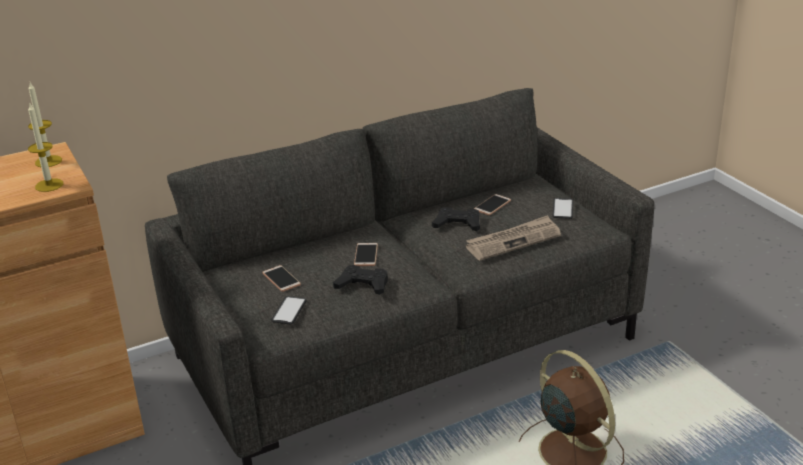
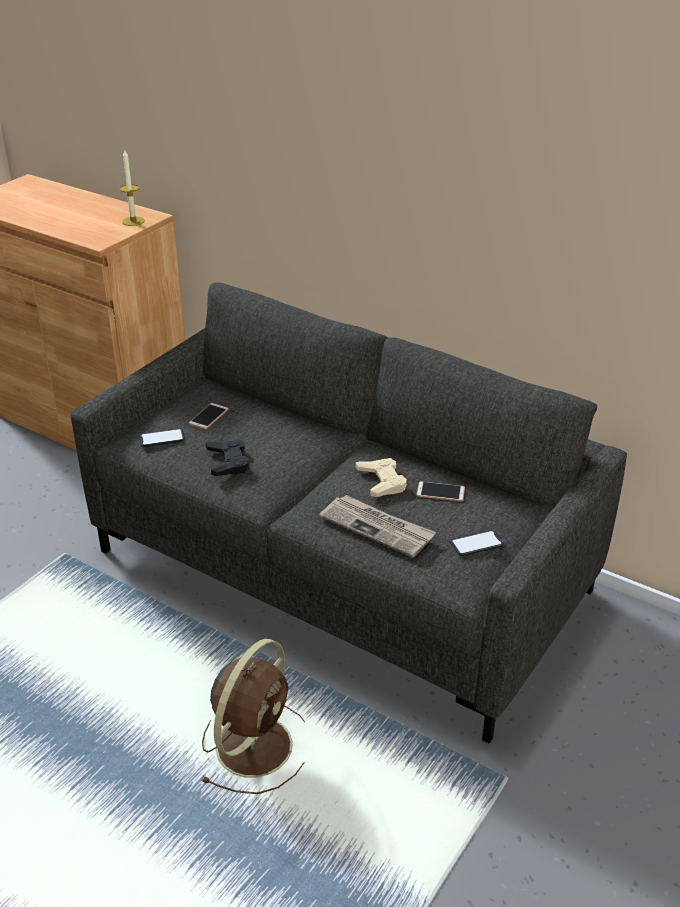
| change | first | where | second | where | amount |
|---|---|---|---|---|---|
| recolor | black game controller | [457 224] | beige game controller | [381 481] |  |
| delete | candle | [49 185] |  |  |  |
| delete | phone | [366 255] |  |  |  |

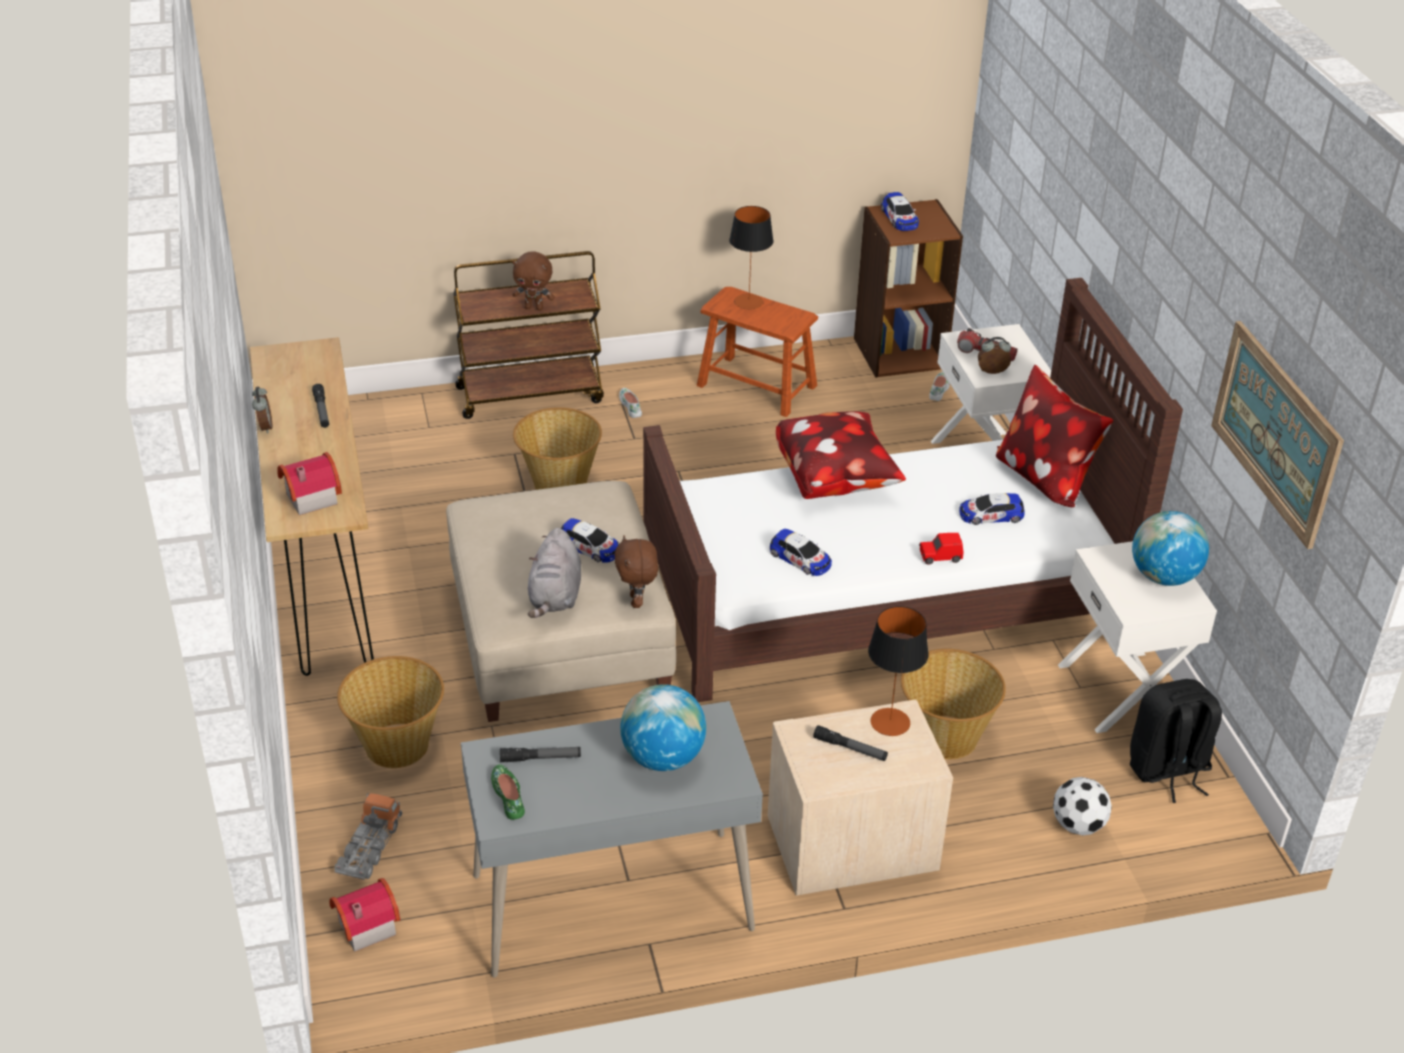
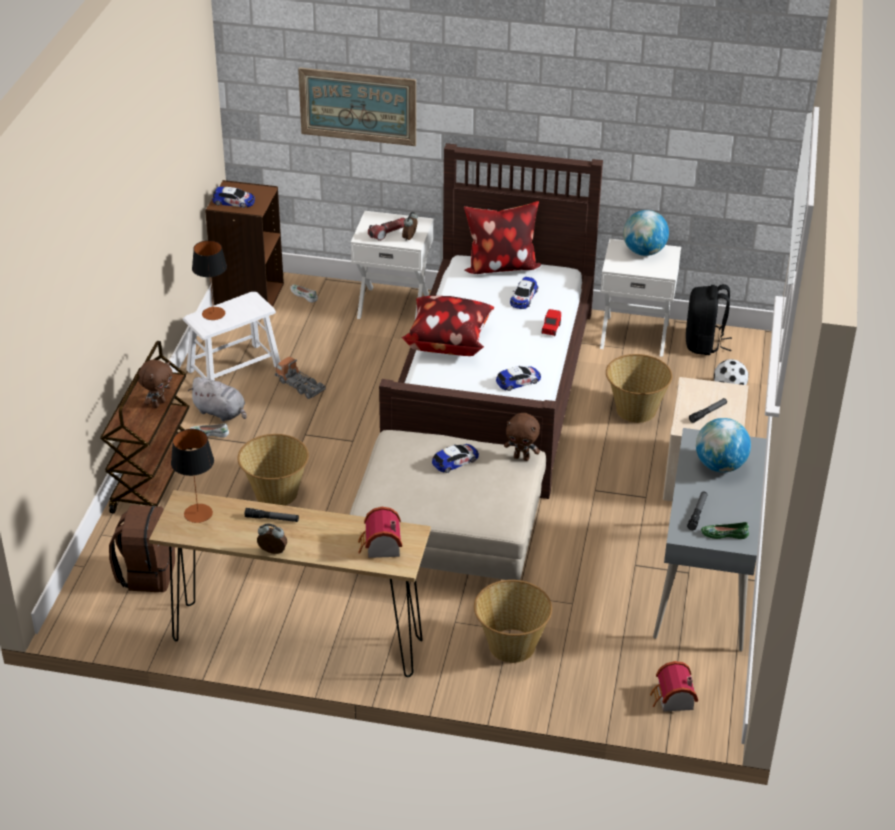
| change | first | where | second | where | amount |
|---|---|---|---|---|---|
| insert |  |  | brown backpack | [146 573] |  |
| move | table lamp | [890 722] |  | [198 513] |  |
| recolor | brown stool | [756 385] | white stool | [234 369] |  |
| move | grey plush toy | [555 596] |  | [221 413] |  |
| move | toy truck | [369 847] |  | [300 386] |  |
| move | picture | [1275 432] |  | [358 106] |  |

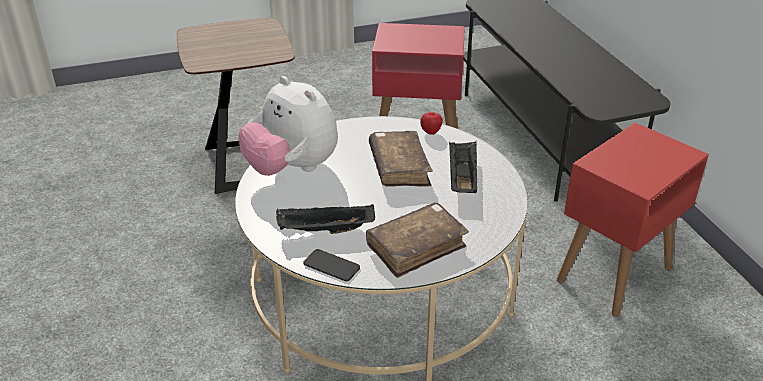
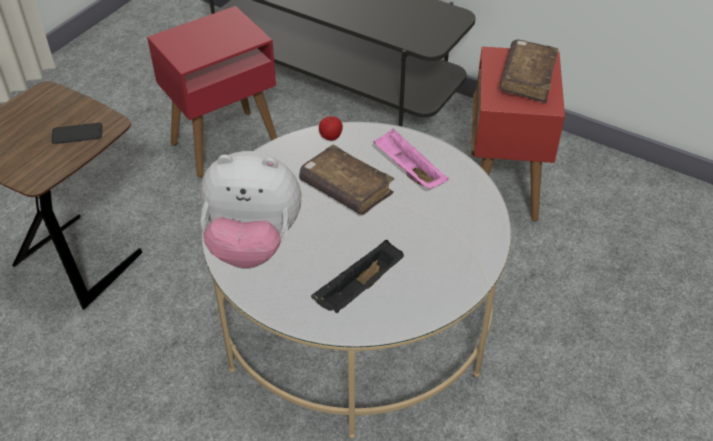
| change | first | where | second | where | amount |
|---|---|---|---|---|---|
| move | phone | [331 265] |  | [77 134] |  |
| recolor | black tray | [462 178] | pink tray | [407 170] |  |
| move | brown book | [416 247] |  | [527 78] |  |

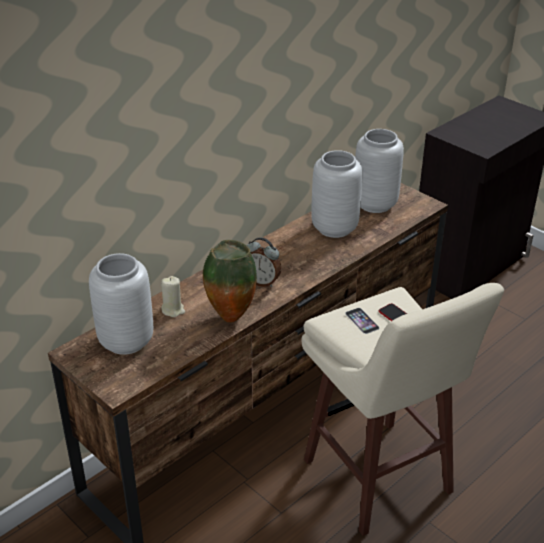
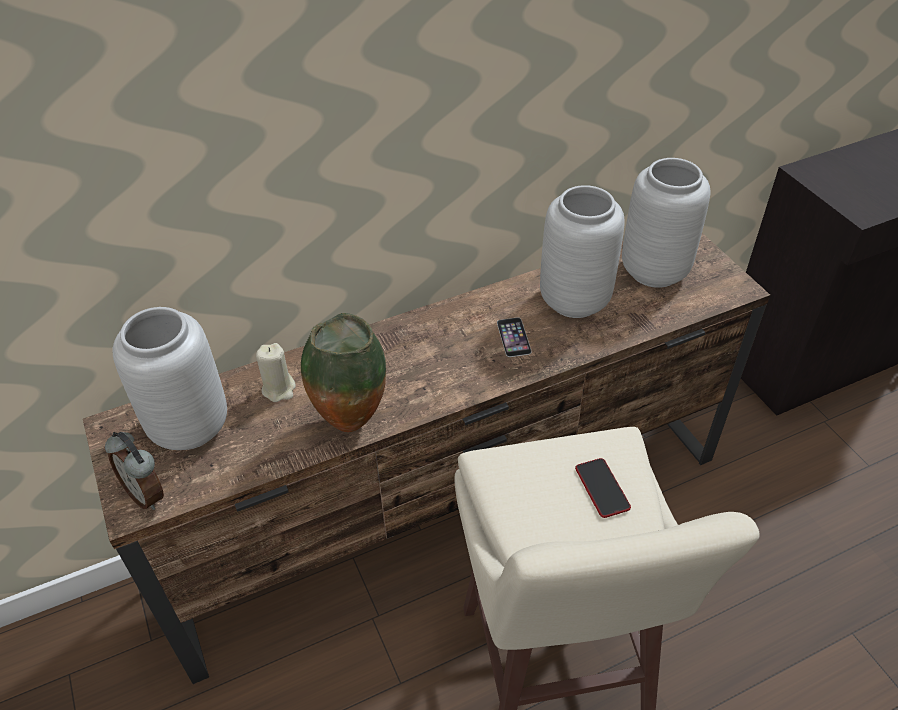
| change | first | where | second | where | amount |
|---|---|---|---|---|---|
| move | alarm clock | [262 282] |  | [147 493] |  |
| move | phone | [362 320] |  | [513 337] |  |

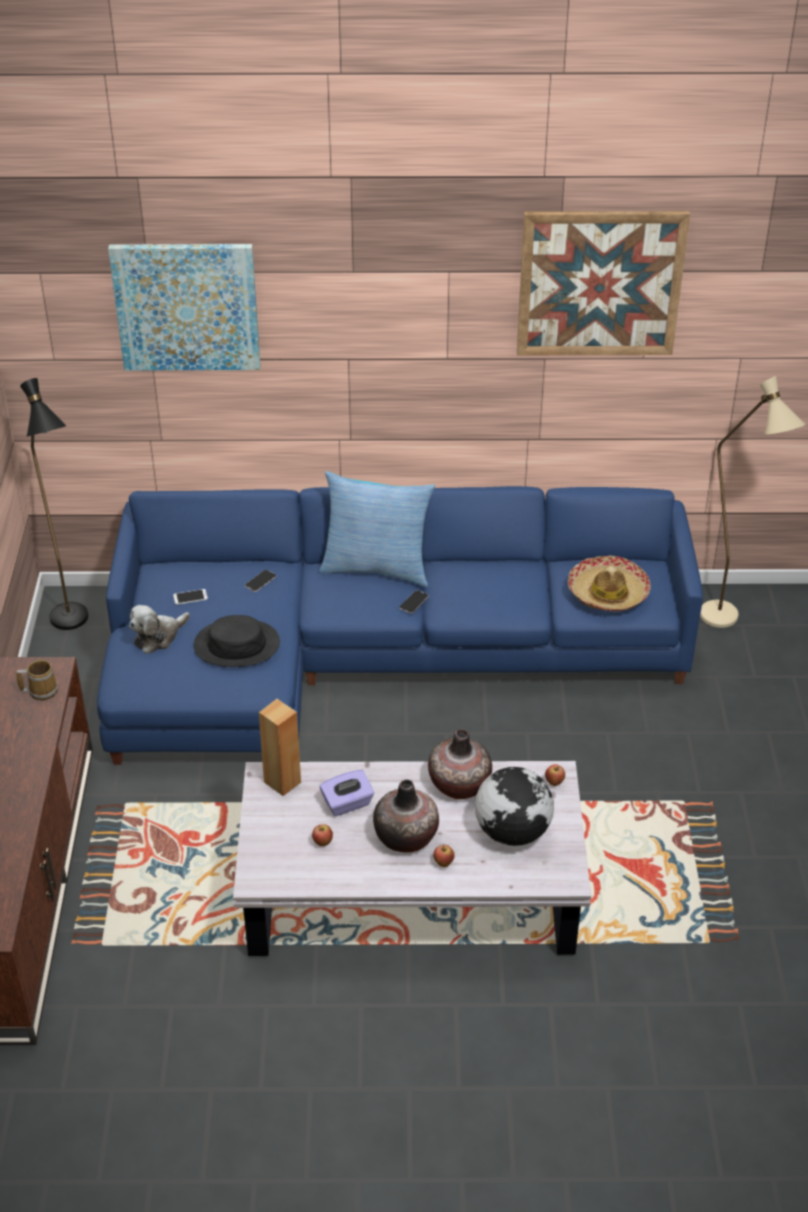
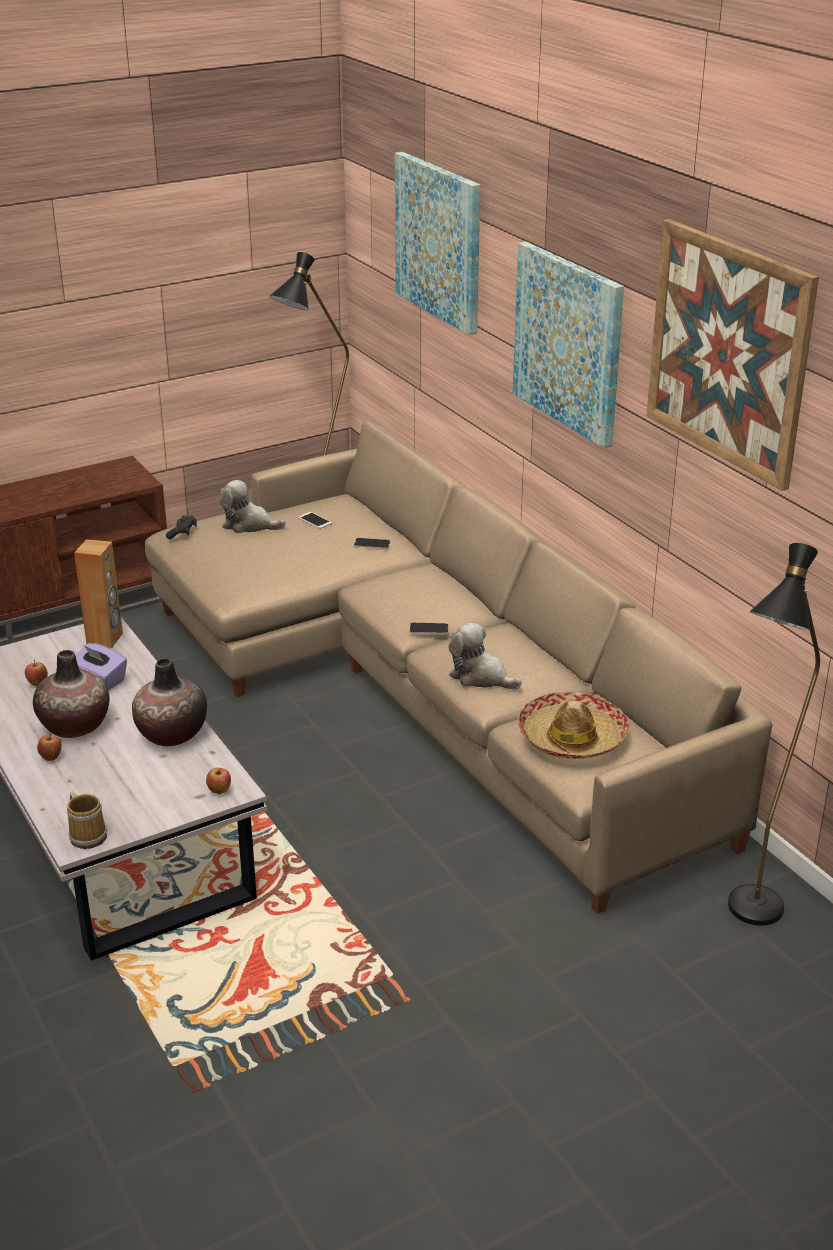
| change | first | where | second | where | amount |
|---|---|---|---|---|---|
| move | mug | [41 690] |  | [88 835] |  |
| recolor | blue sofa | [370 655] | beige sofa | [427 689] |  |
| insert |  |  | black game controller | [182 533] |  |
| insert |  |  | plush toy | [480 677] |  |
| insert |  |  | picture | [568 342] |  |
| recolor | beige floor lamp | [728 623] | black floor lamp | [748 919] |  |
| delete | black hat | [237 645] |  |  |  |
| delete | pillow | [377 568] |  |  |  |
| delete | globe | [512 831] |  |  |  |

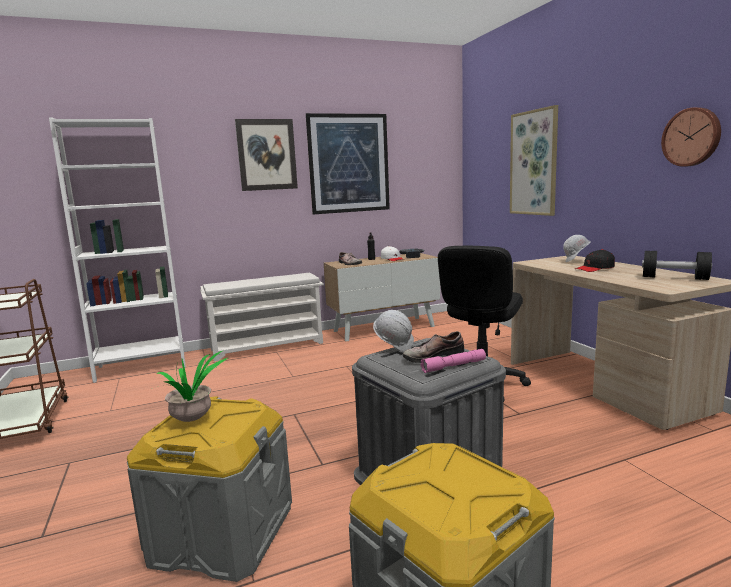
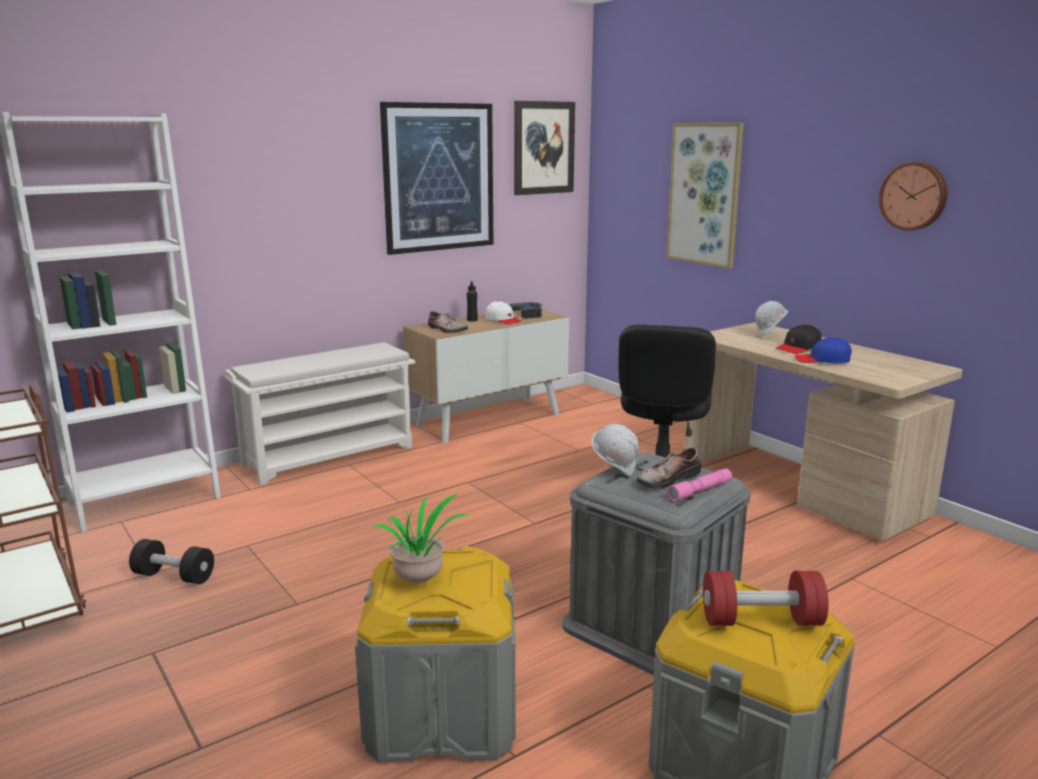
| change | first | where | second | where | amount |
|---|---|---|---|---|---|
| move | black dumbbell | [674 278] |  | [174 576] |  |
| move | picture | [267 155] |  | [543 148] |  |
| insert |  |  | red dumbbell | [761 621] |  |
| insert |  |  | blue cap | [822 360] |  |

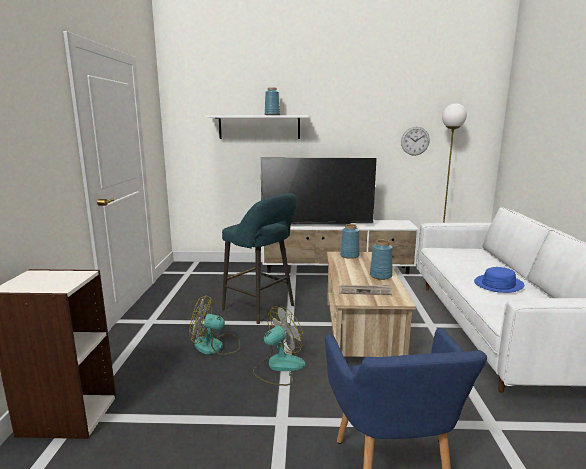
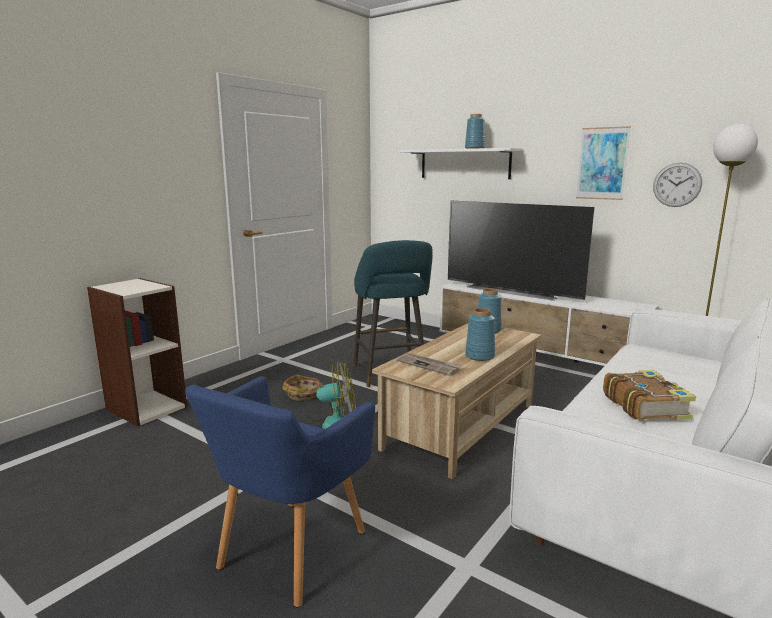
| change | first | where | second | where | amount |
|---|---|---|---|---|---|
| replace | fan | [215 346] | basket | [304 394] |  |
| insert |  |  | picture | [602 163] |  |
| replace | blue hat | [498 284] | book | [645 406] |  |

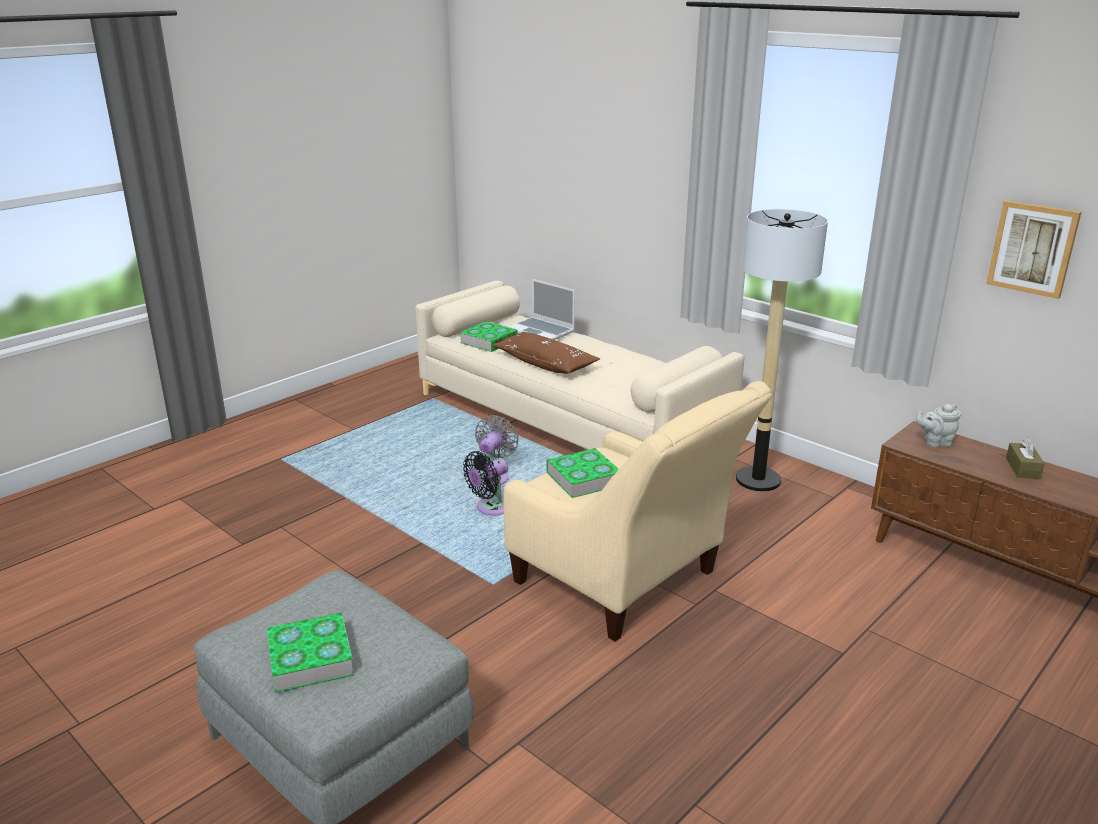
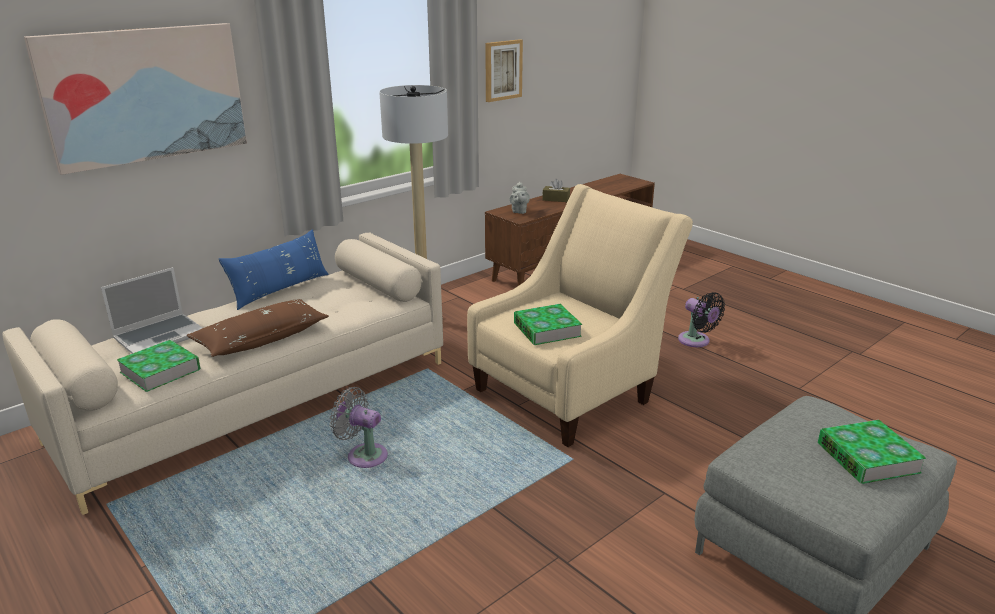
| change | first | where | second | where | amount |
|---|---|---|---|---|---|
| insert |  |  | picture | [145 94] |  |
| insert |  |  | blue pillow | [280 290] |  |
| move | black fan | [491 508] |  | [696 341] |  |

